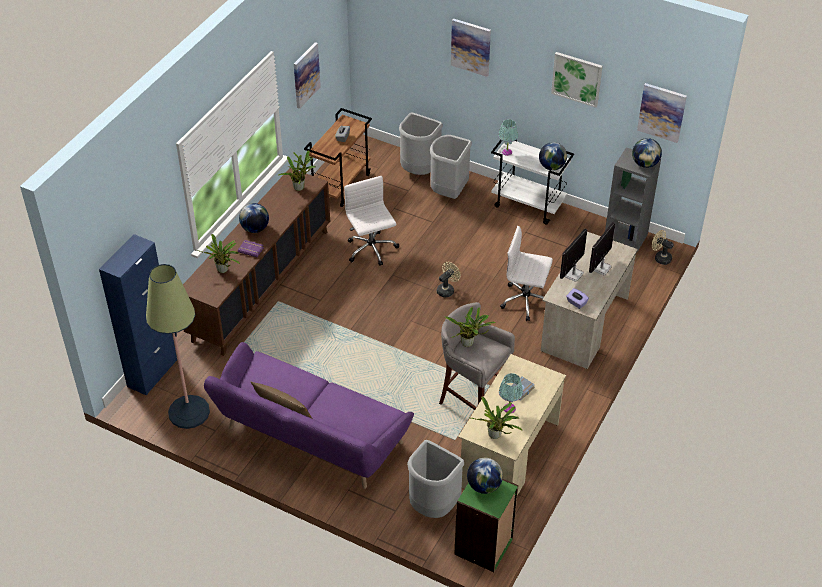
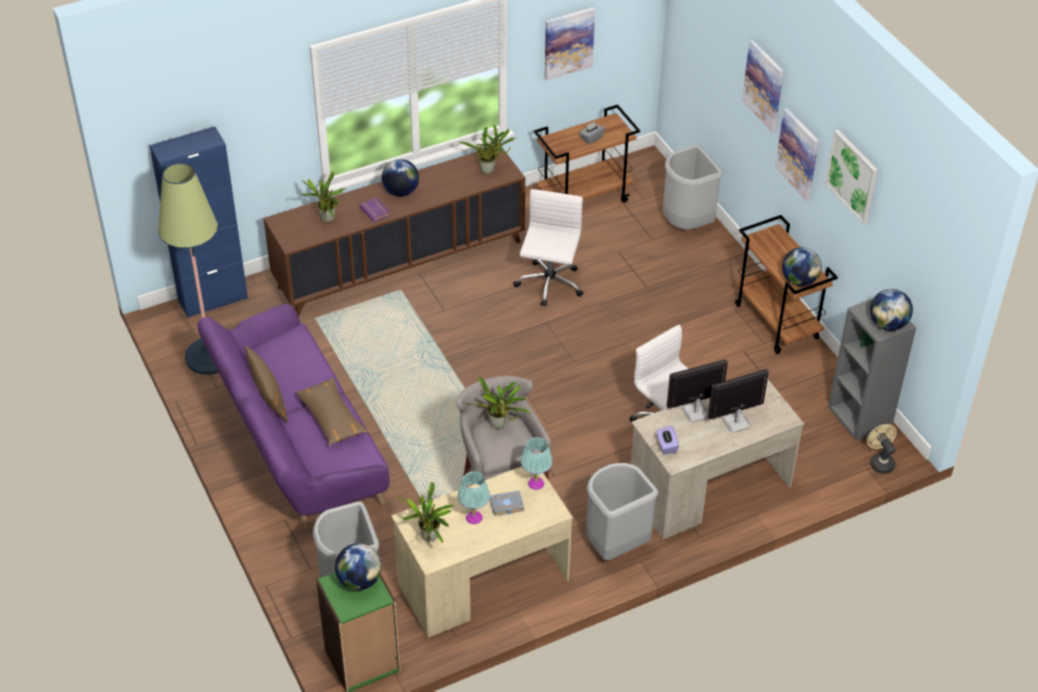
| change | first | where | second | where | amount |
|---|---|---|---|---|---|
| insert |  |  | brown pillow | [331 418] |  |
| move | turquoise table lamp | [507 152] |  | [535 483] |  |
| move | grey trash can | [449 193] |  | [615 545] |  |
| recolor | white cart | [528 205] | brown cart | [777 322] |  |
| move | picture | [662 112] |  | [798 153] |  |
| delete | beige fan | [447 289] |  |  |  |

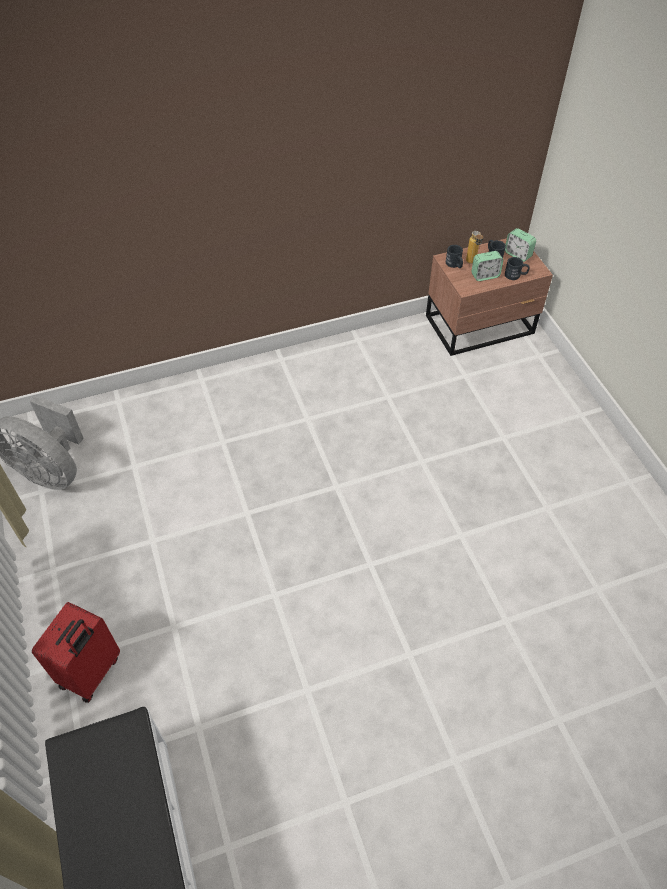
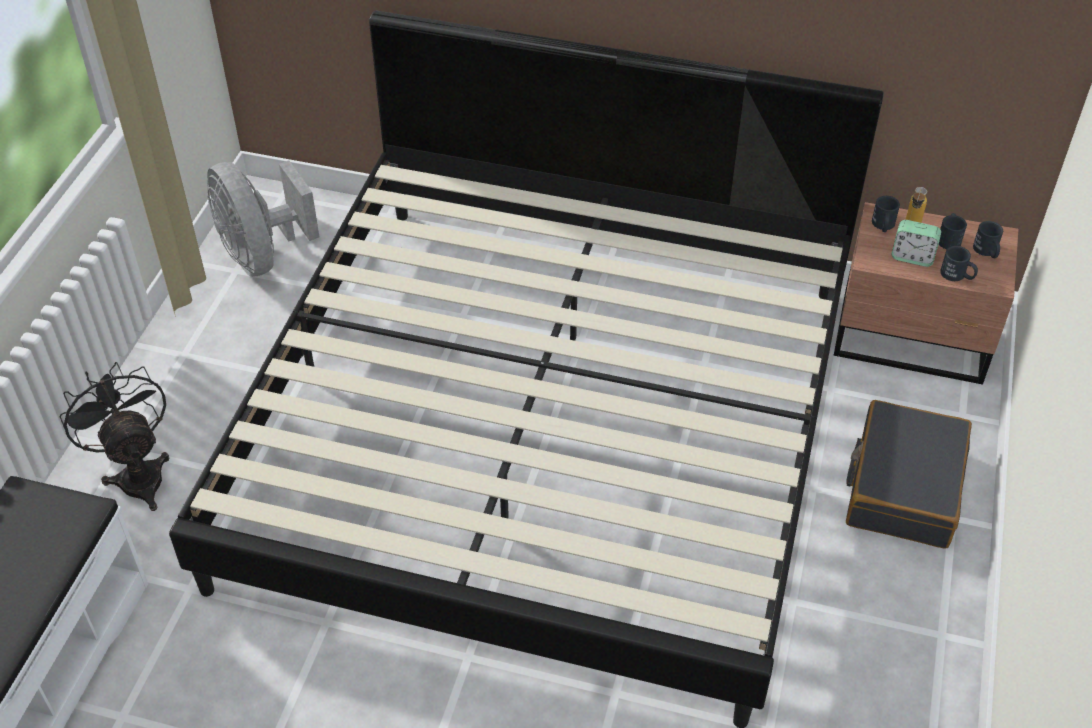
| change | first | where | second | where | amount |
|---|---|---|---|---|---|
| replace | red suitcase | [92 672] | black fan | [138 474] |  |
| insert |  |  | bed | [546 427] |  |
| insert |  |  | black suitcase | [903 487] |  |
| replace | alarm clock | [518 254] | black mug | [987 251] |  |

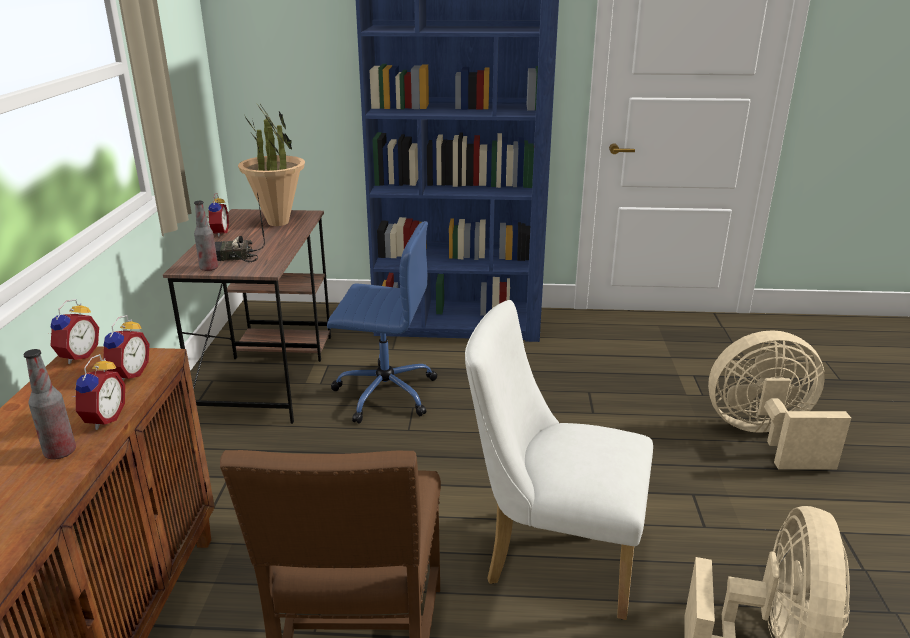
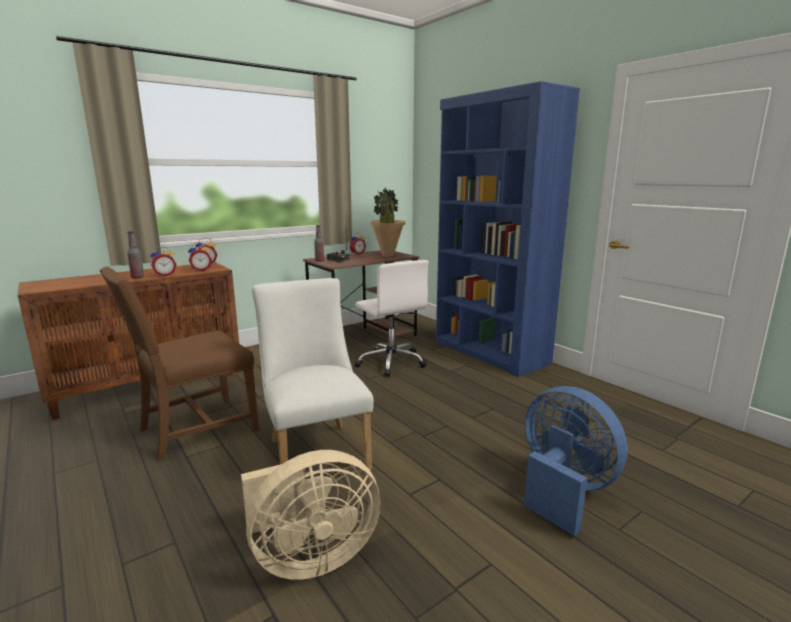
| change | first | where | second | where | amount |
|---|---|---|---|---|---|
| recolor | blue office chair | [384 392] | white office chair | [391 362] |  |
| recolor | beige fan | [765 437] | blue fan | [563 490] |  |

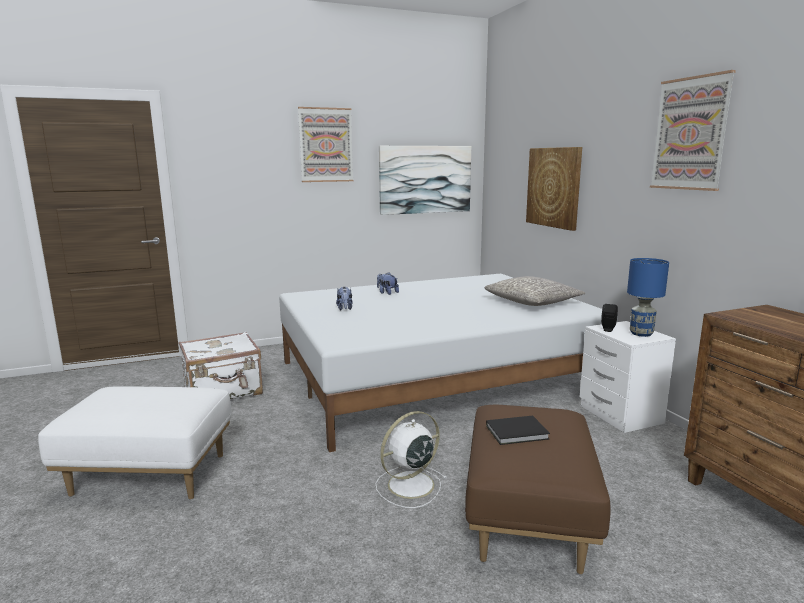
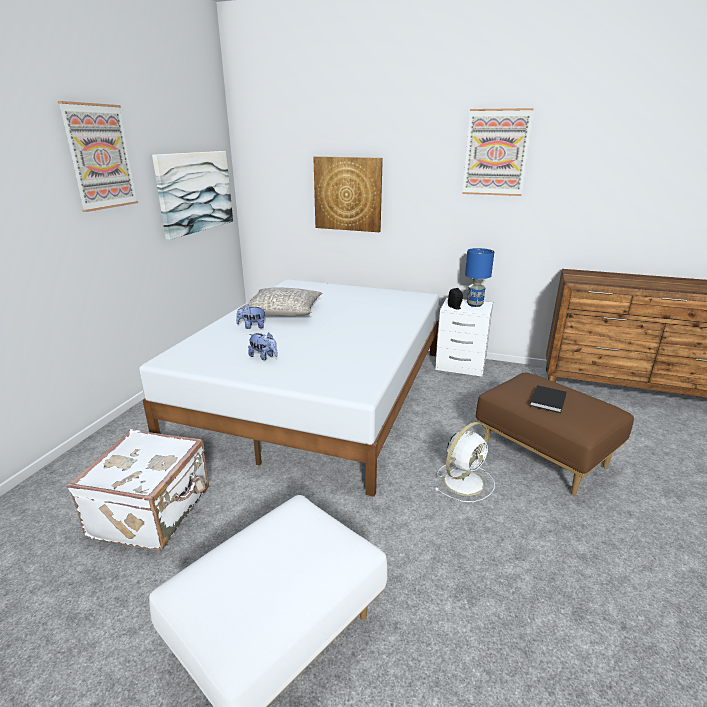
| change | first | where | second | where | amount |
|---|---|---|---|---|---|
| move | grey pillow | [533 302] |  | [284 311] |  |
| rotate | white fan | [409 485] |  | [464 481] | 135 degrees counterclockwise |

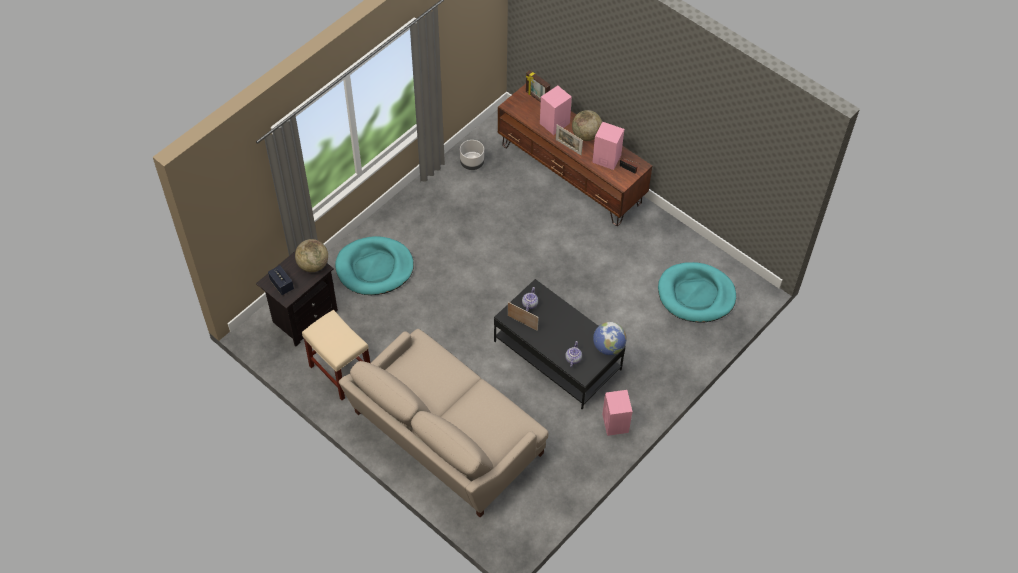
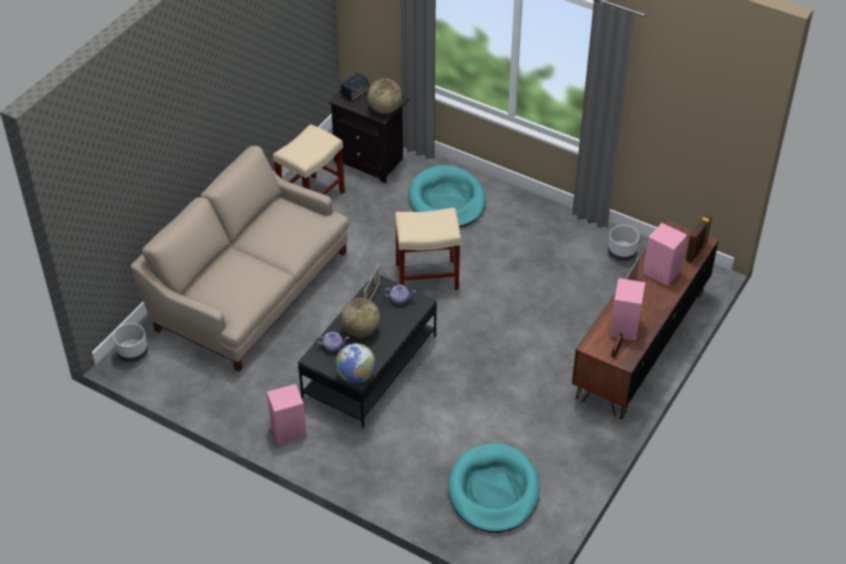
| change | first | where | second | where | amount |
|---|---|---|---|---|---|
| insert |  |  | grey planter | [133 353] |  |
| move | globe | [586 135] |  | [361 330] |  |
| insert |  |  | beige stool | [428 276] |  |

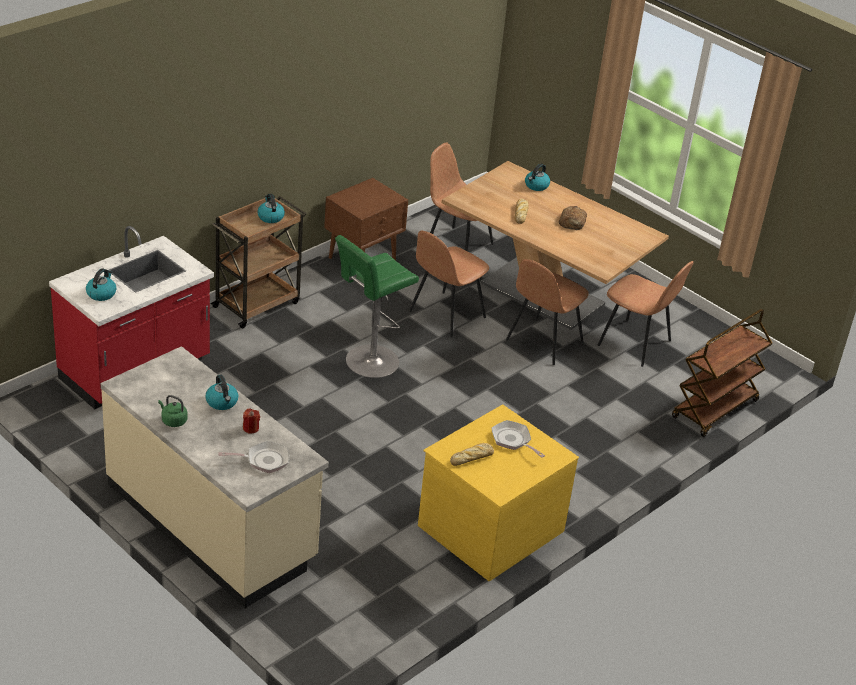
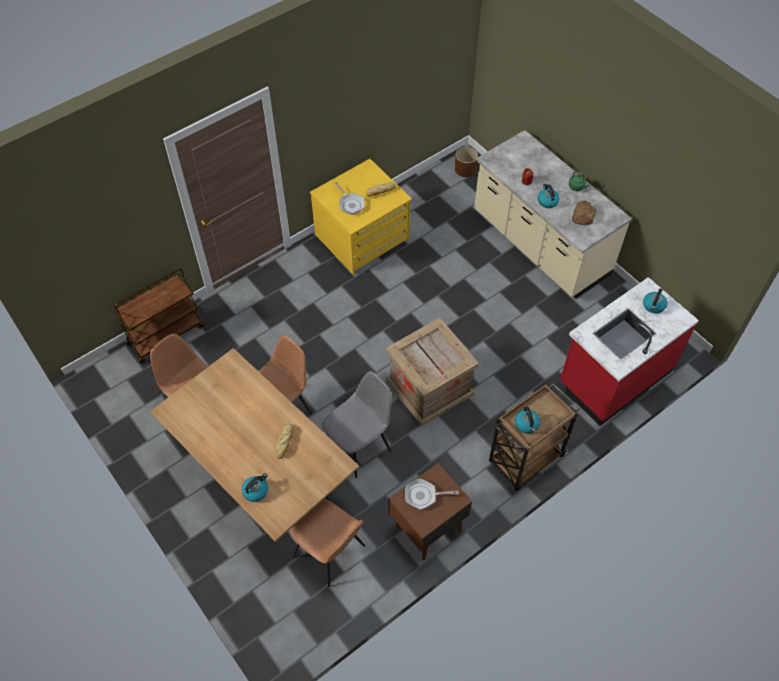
| change | first | where | second | where | amount |
|---|---|---|---|---|---|
| recolor | brown chair | [445 315] | grey chair | [358 445] |  |
| replace | green stool | [369 362] | crate | [430 387] |  |
| move | frying pan | [264 460] |  | [423 495] |  |
| insert |  |  | brown planter | [465 169] |  |
| move | bread | [572 222] |  | [583 215] |  |

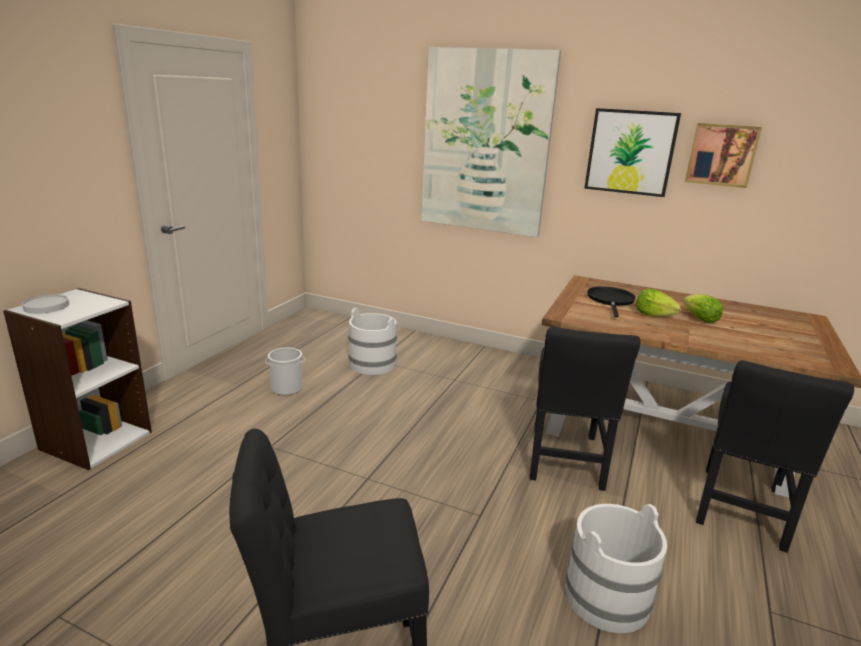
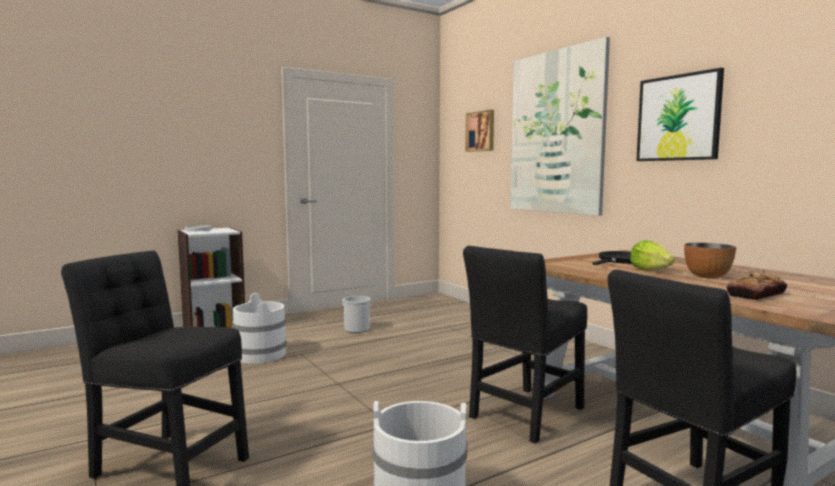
| change | first | where | second | where | amount |
|---|---|---|---|---|---|
| move | white bucket | [372 364] |  | [260 354] |  |
| move | picture | [721 155] |  | [481 131] |  |
| replace | lettuce | [700 319] | bowl | [707 276] |  |
| insert |  |  | bread | [756 294] |  |

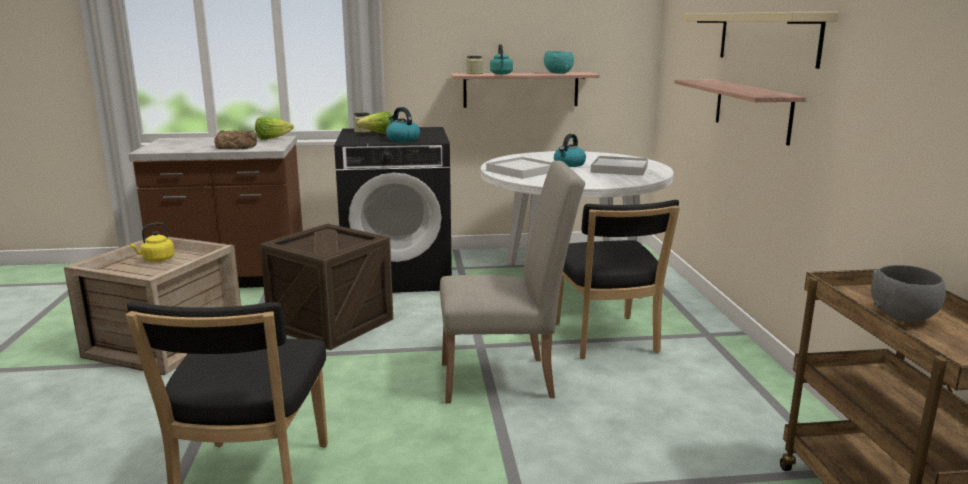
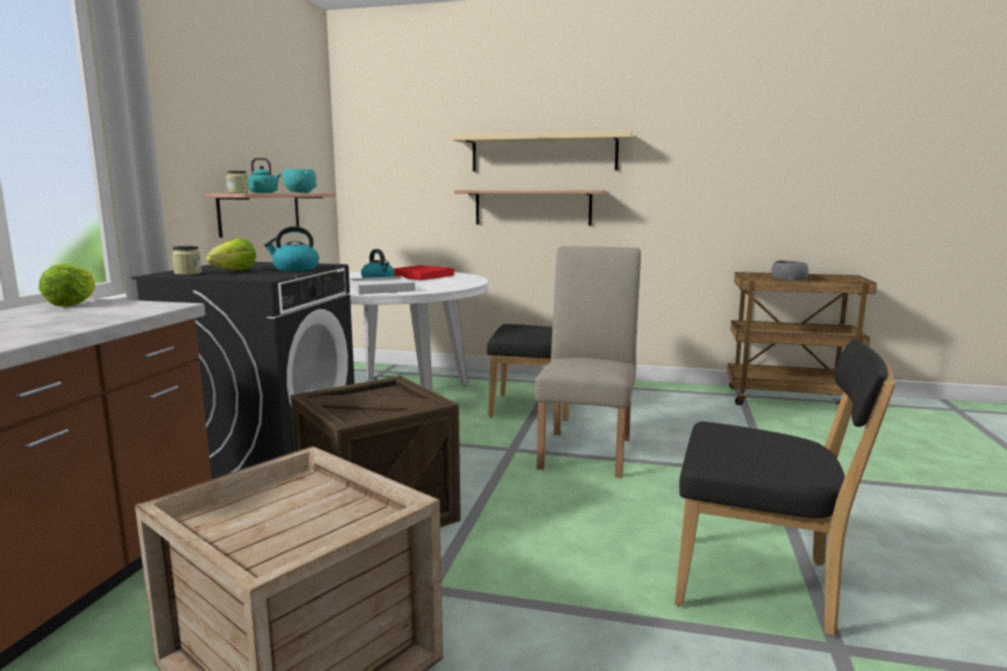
| change | first | where | second | where | amount |
|---|---|---|---|---|---|
| recolor | white tray | [619 169] | red tray | [420 276] |  |
| delete | yellow kettle | [156 260] |  |  |  |
| delete | bread | [236 146] |  |  |  |

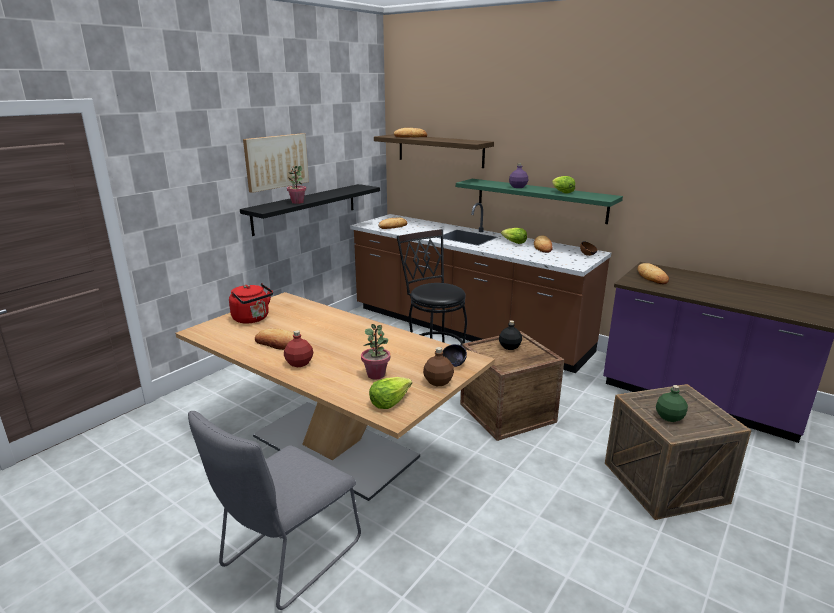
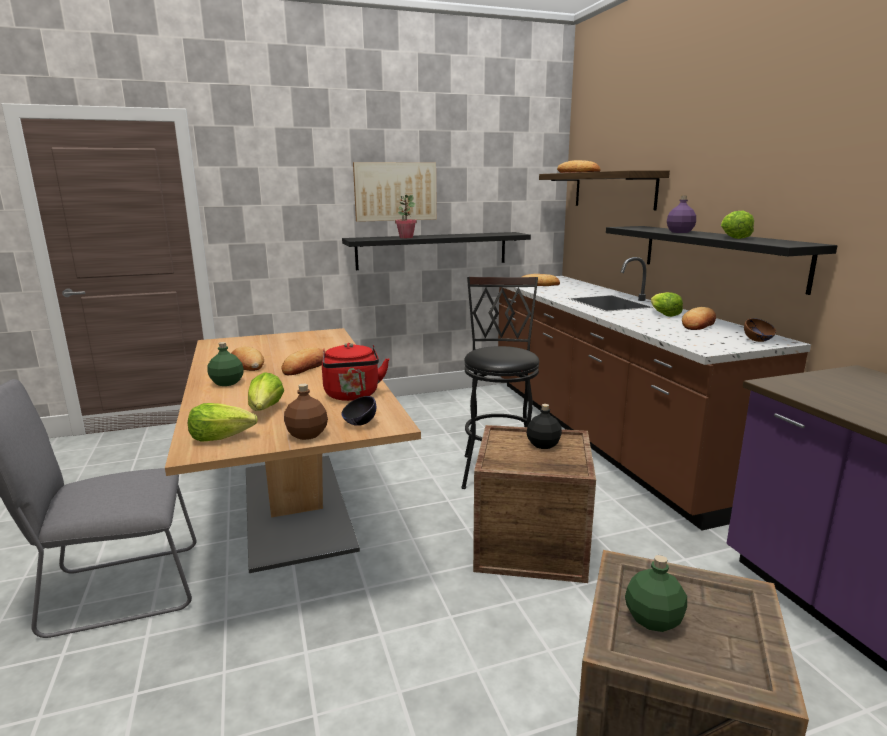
| change | first | where | second | where | amount |
|---|---|---|---|---|---|
| recolor | red bottle | [299 363] | green bottle | [227 383] |  |
| replace | potted plant | [376 375] | lettuce | [265 410] |  |
| move | bread | [651 277] |  | [305 366] |  |
| move | red kettle | [252 319] |  | [352 396] |  |
| recolor | green shelf | [540 200] | black shelf | [718 255] |  |

